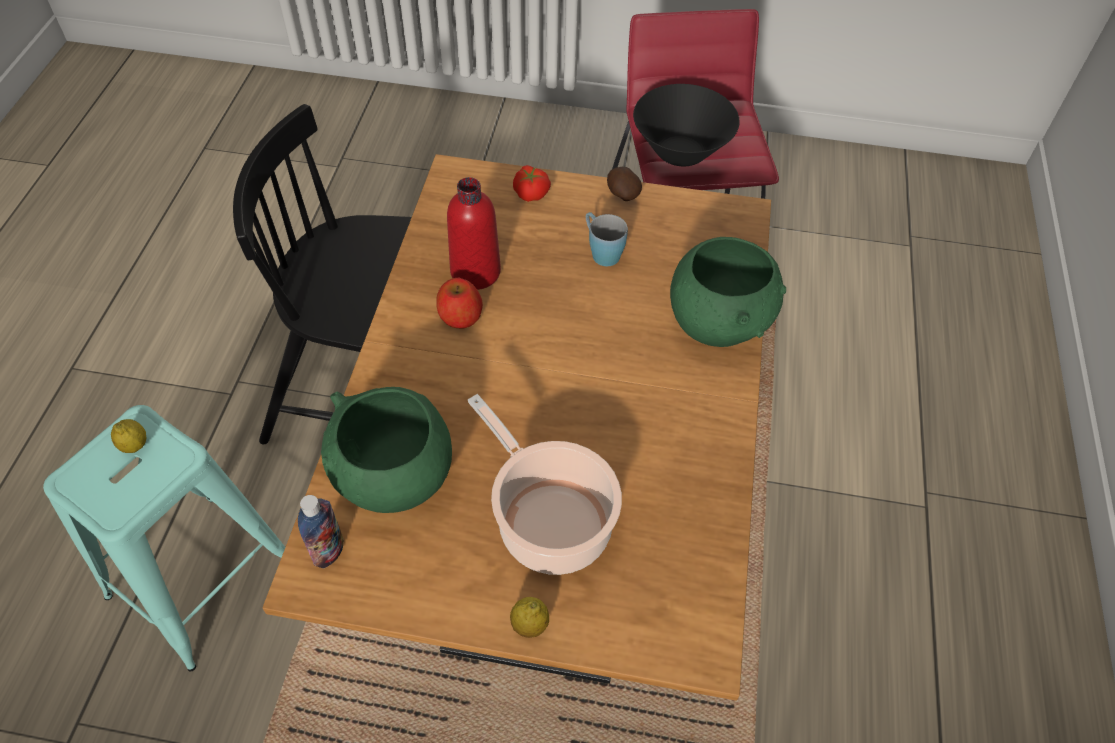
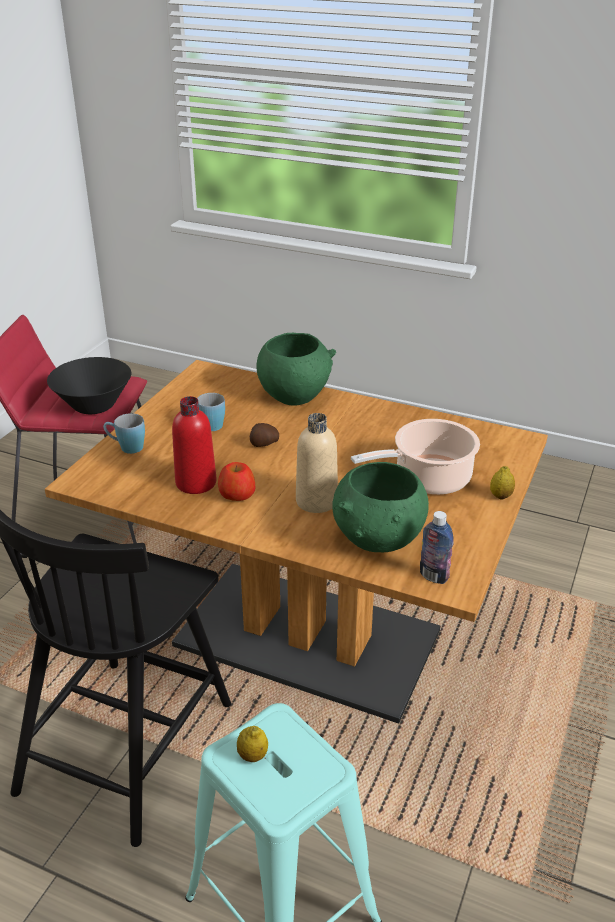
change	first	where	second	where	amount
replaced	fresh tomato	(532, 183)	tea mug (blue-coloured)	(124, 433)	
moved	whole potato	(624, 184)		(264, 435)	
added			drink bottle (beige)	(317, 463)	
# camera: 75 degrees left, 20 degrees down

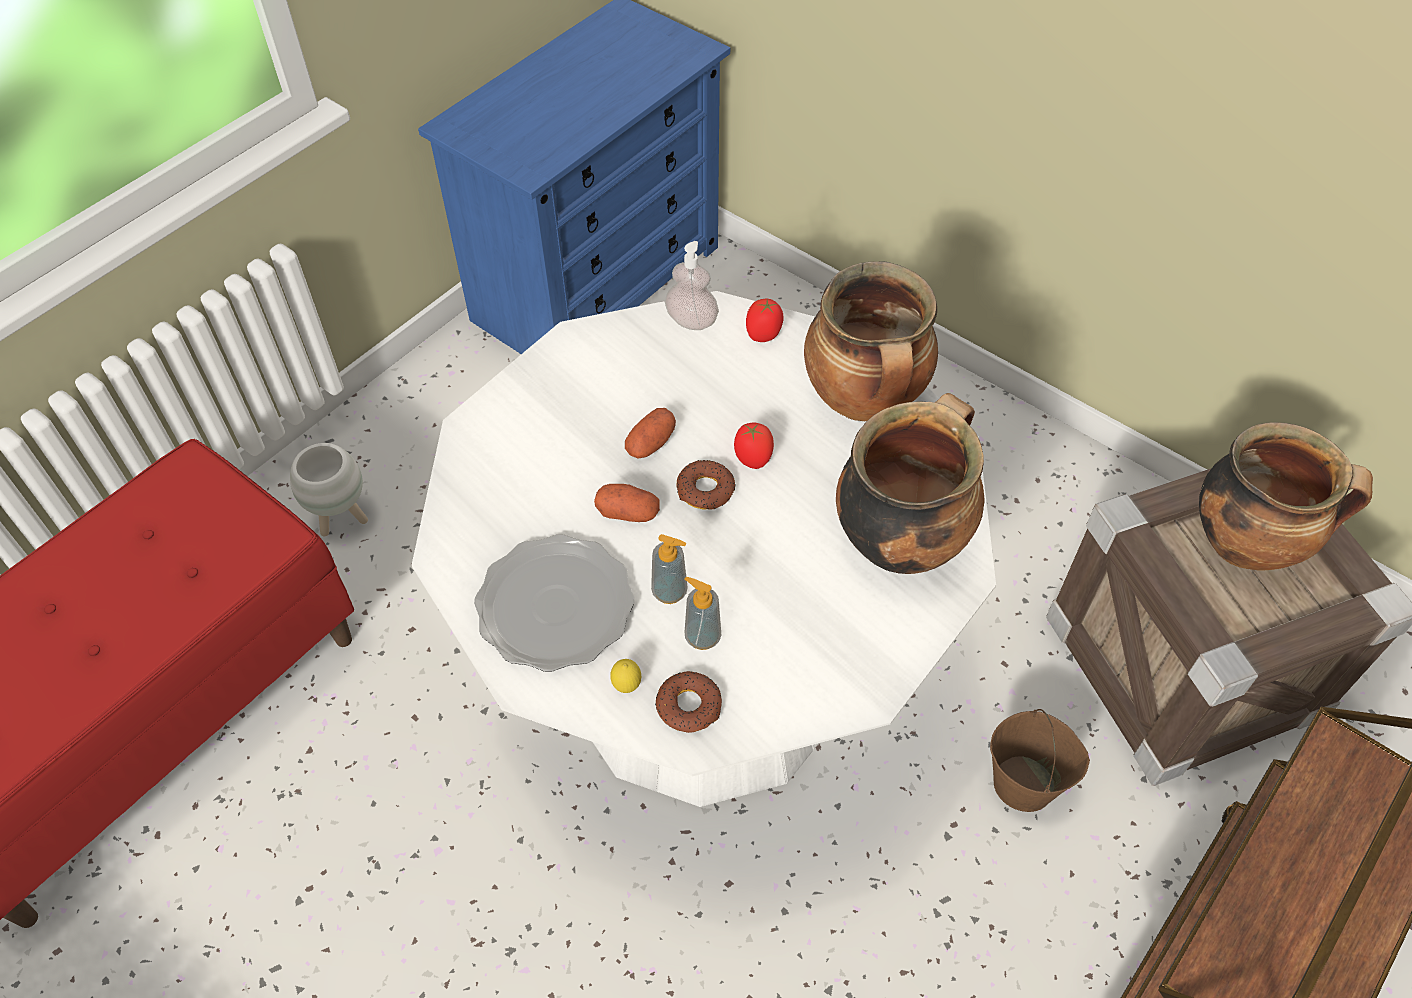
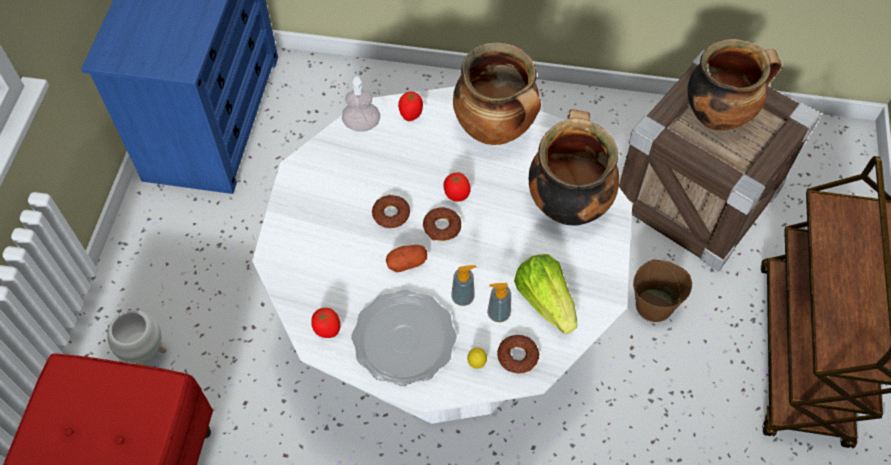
change	first	where	second	where	amount
replaced	whole potato	(650, 433)	doughnut	(391, 211)	
added			lettuce head	(545, 294)	
added			fresh tomato	(325, 323)	
# camera: 30 degrees left, 5 degrees up

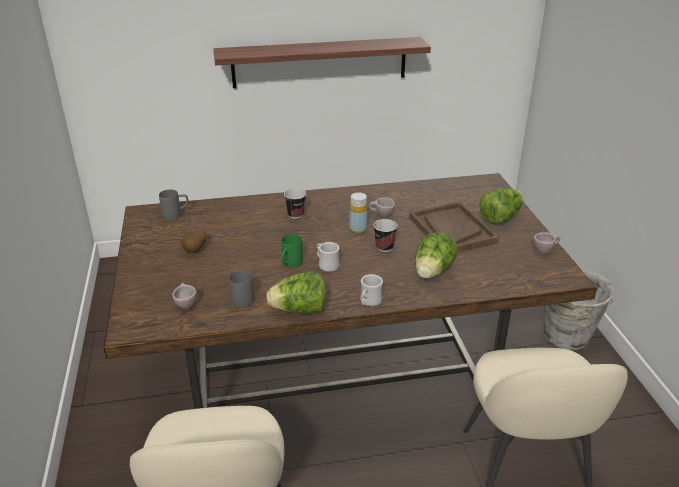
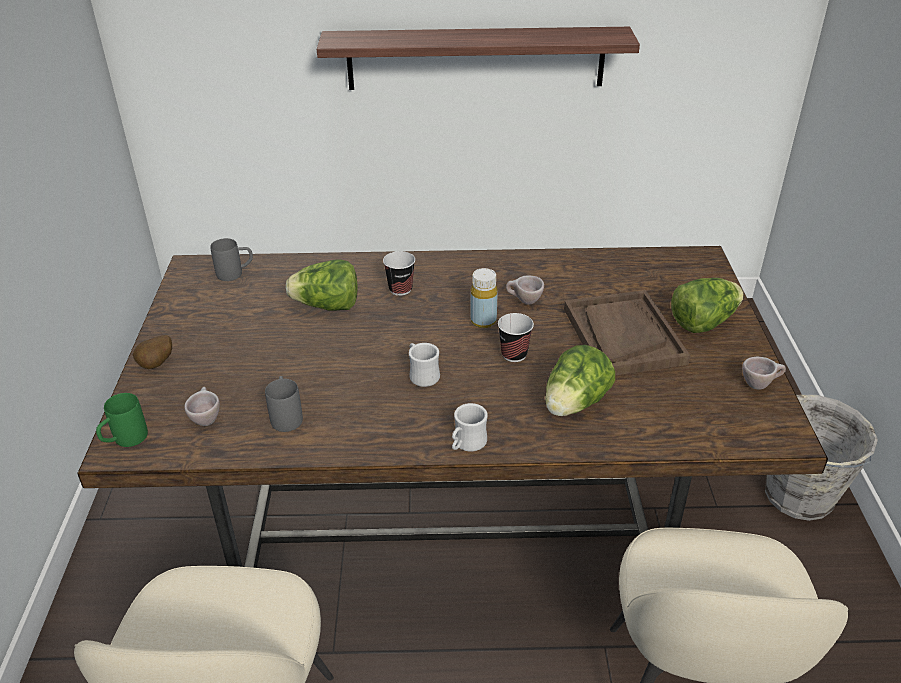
change	first	where	second	where	amount
moved	whole potato	(193, 241)		(152, 352)	
moved	tea mug (greenish)	(292, 251)		(122, 420)	
moved	lettuce head	(296, 292)		(322, 285)	
# camera: 10 degrees right, 5 degrees up

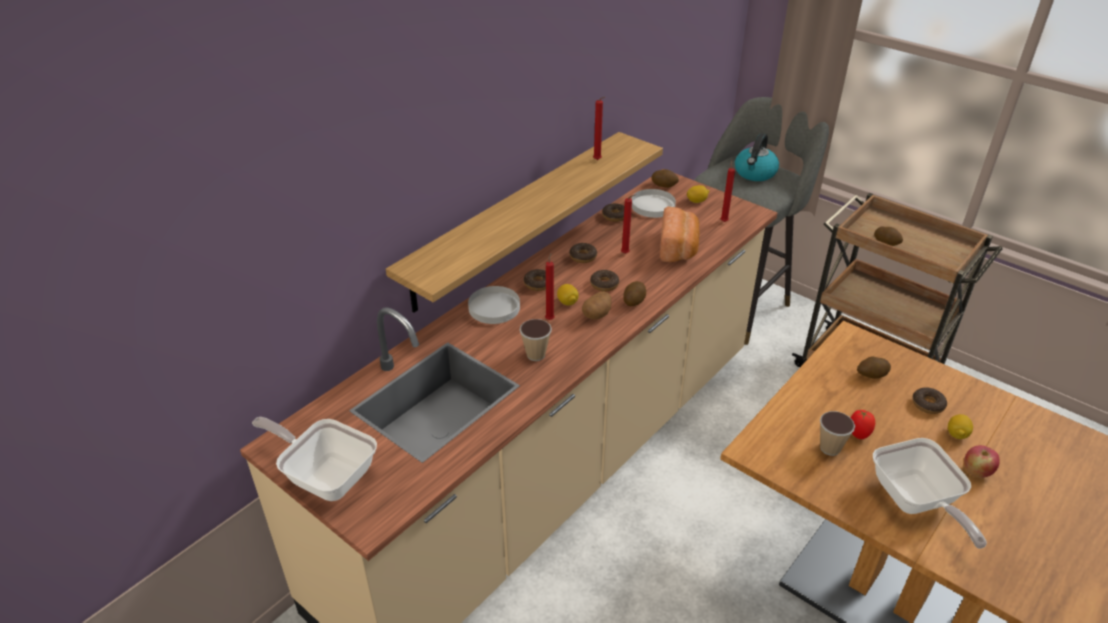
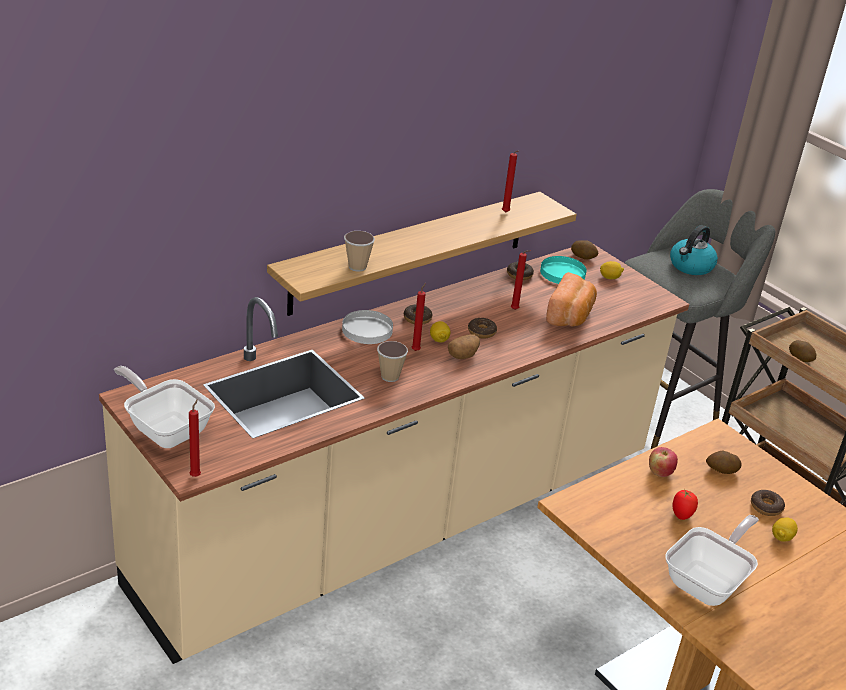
change	first	where	second	where	amount
moved	wax light (red)	(727, 191)		(195, 438)	
recoloured	flat dish (whitish)	(654, 203)	flat dish (turquoise)	(563, 270)	
removed	doughnut	(583, 253)			
removed	whole potato	(635, 293)			
moved	drinking cup	(837, 433)		(359, 251)	
turned	skillet	(930, 493)		(712, 560)	135 degrees counterclockwise
moved	apple fruit	(982, 461)		(663, 462)	
# camera: 10 degrees right, 5 degrees down

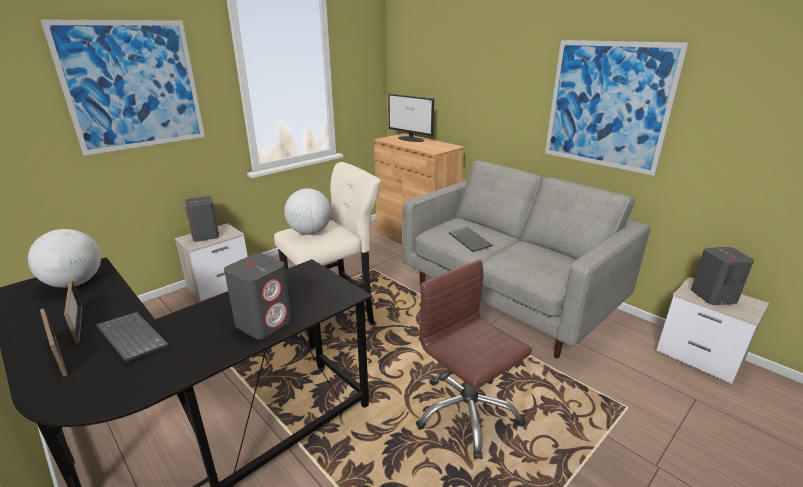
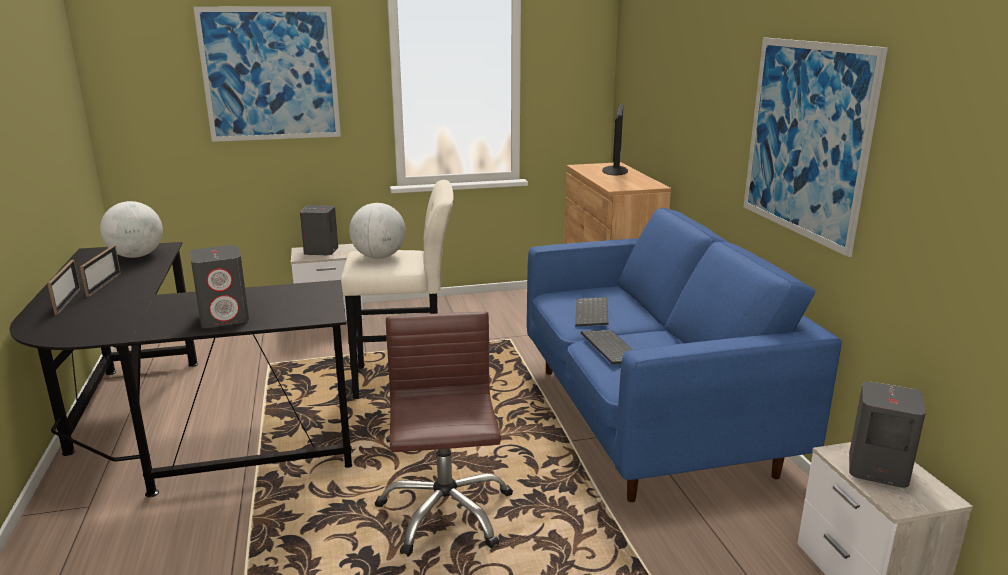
change	first	where	second	where	amount
turned	computer screen	(411, 118)		(615, 139)	150 degrees counterclockwise
recoloured	sofa (greyish)	(526, 260)	sofa (blue-coloured)	(684, 355)	
moved	computer keyboard	(132, 337)		(607, 347)	
# camera: 30 degrees right, 5 degrees down

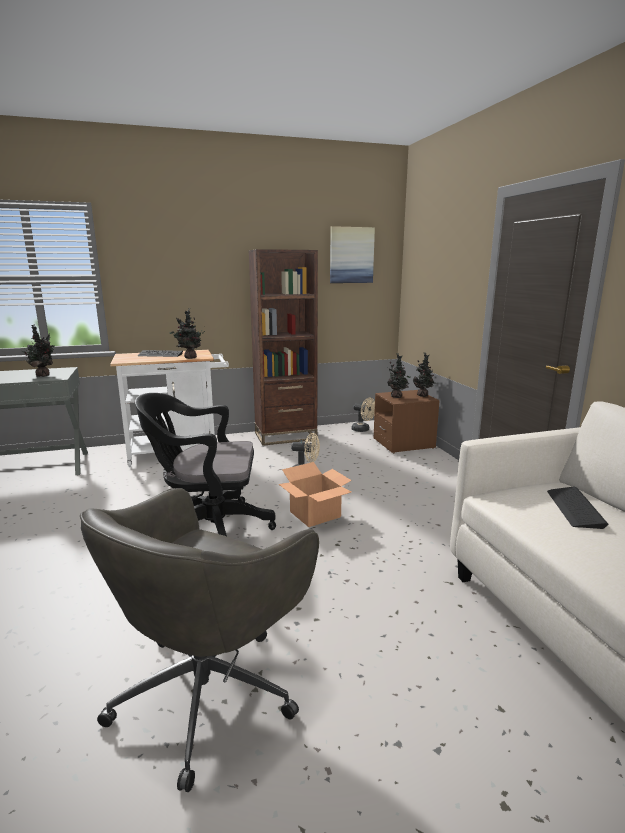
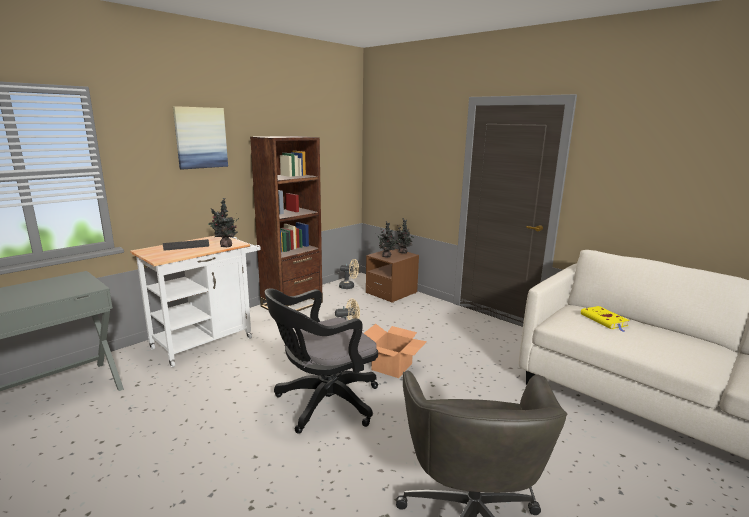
change	first	where	second	where	amount
moved	picture	(352, 254)		(200, 138)	
removed	houseplant	(38, 351)			
replaced	computer keyboard	(578, 508)	volume (yellowish)	(605, 319)	
# camera: 30 degrees left, 0 degrees up

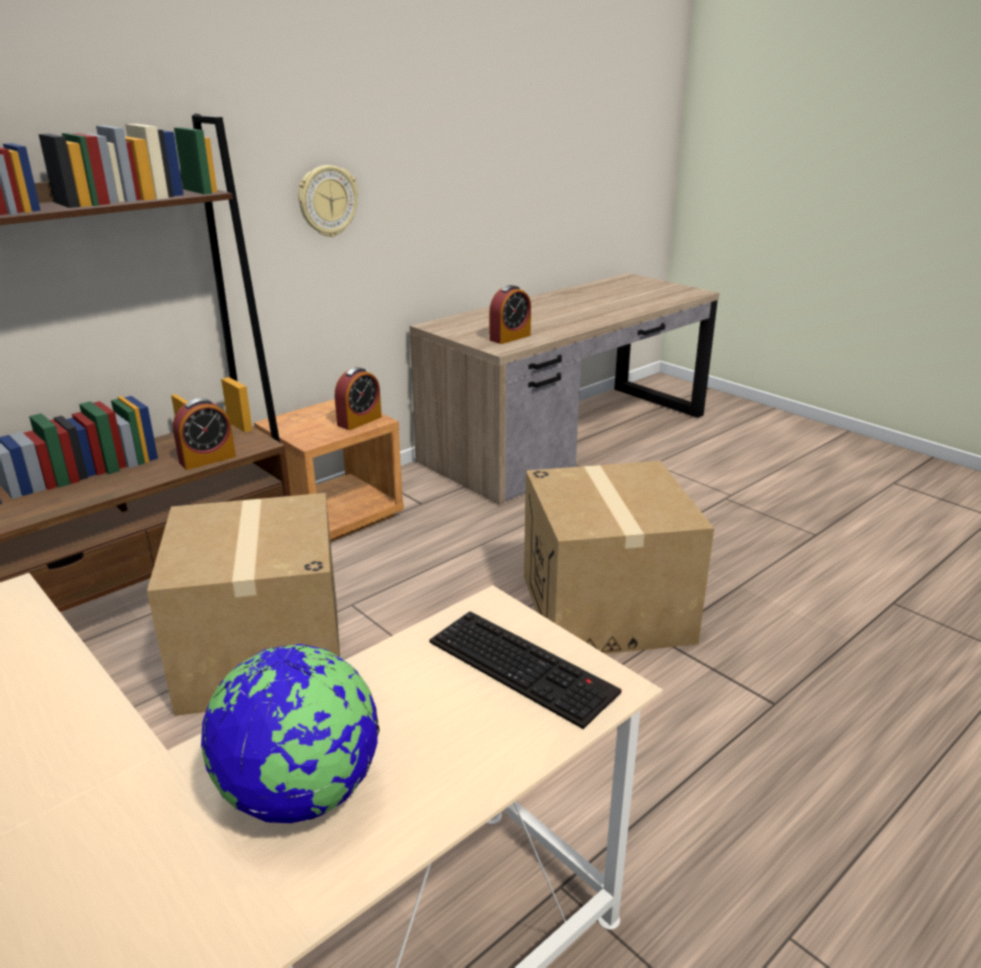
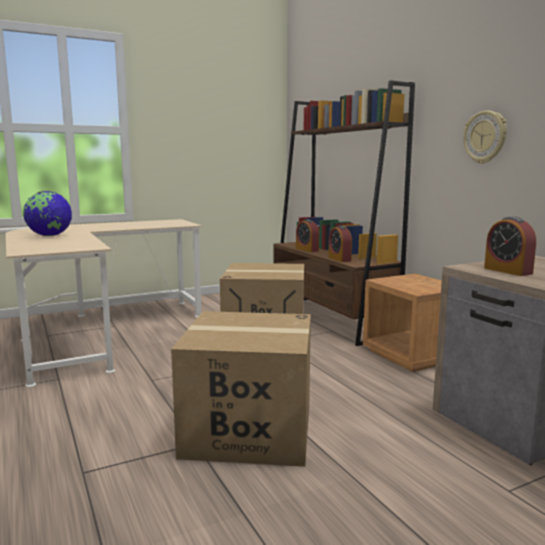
change	first	where	second	where	amount
moved	bedside clock	(358, 398)		(307, 235)	
removed	computer keyboard	(525, 670)			
# camera: 105 degrees right, 15 degrees down

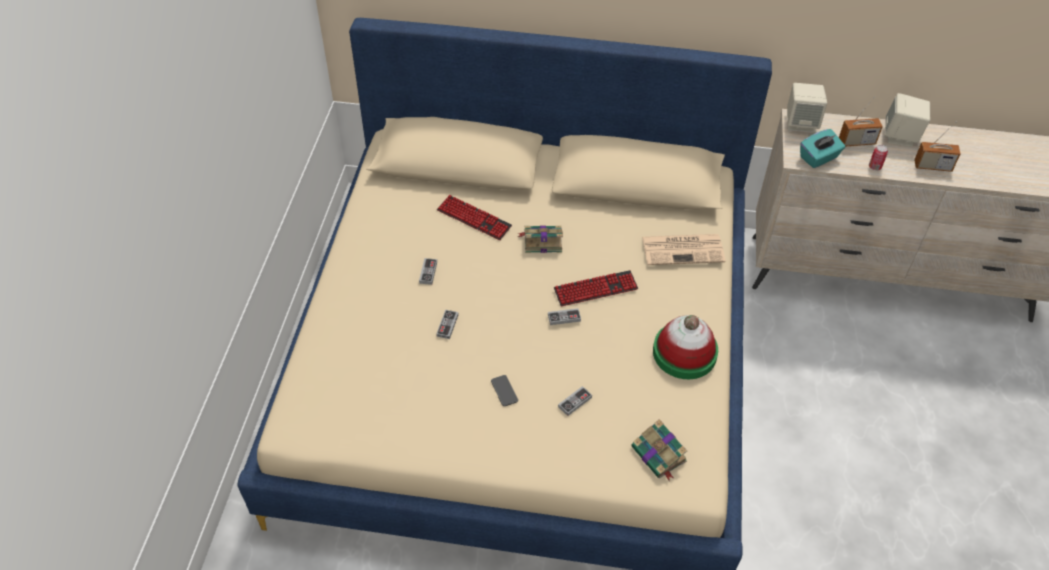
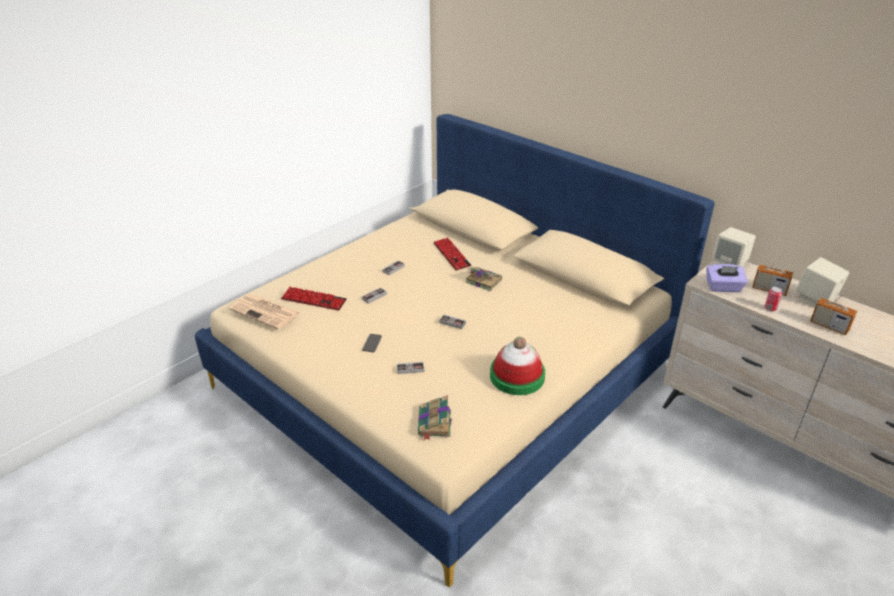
change	first	where	second	where	amount
recoloured	tissue box (turquoise)	(822, 148)	tissue box (purplish)	(727, 278)	
moved	printed paper	(683, 249)		(264, 311)	
moved	computer keyboard	(596, 288)		(314, 299)	
# camera: 35 degrees right, 15 degrees down

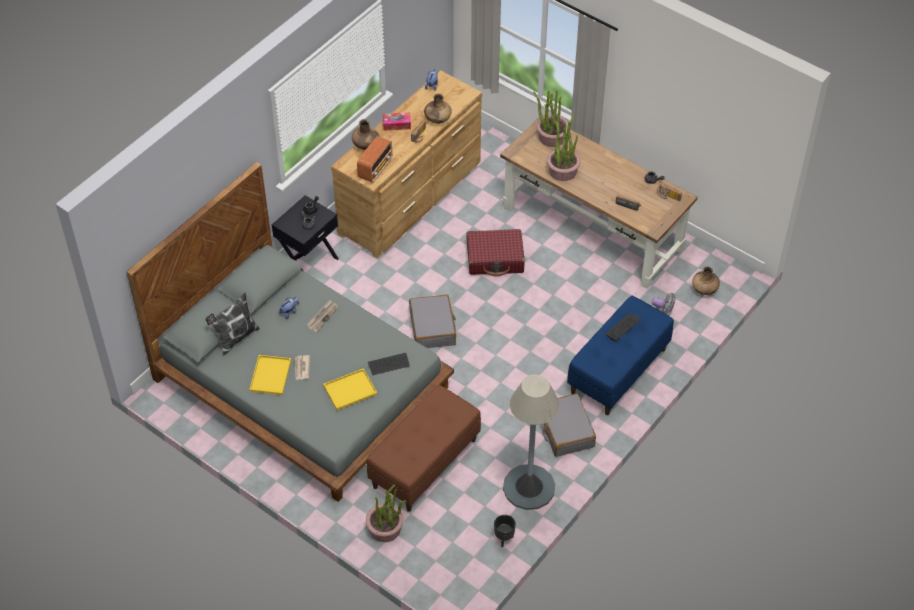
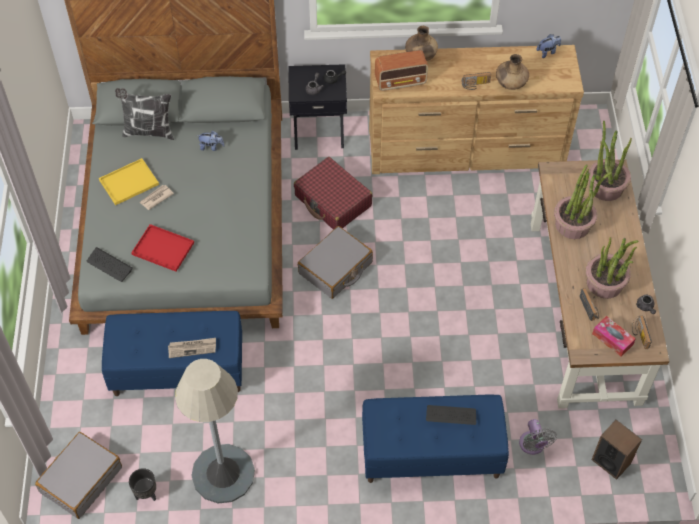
change	first	where	second	where	amount
moved	tissue box	(397, 122)		(614, 336)	
moved	travel case (red)	(496, 252)		(333, 193)	
replaced	decorative vase (brownish)	(706, 281)	loudspeaker	(616, 450)	
moved	printed paper	(323, 315)		(192, 348)	
moved	computer keyboard	(389, 364)		(110, 264)	
recoloured	tray (yellowish)	(350, 389)	tray (red)	(162, 247)	
recoloured	bench (brownish)	(424, 448)	bench (blue-coloured)	(172, 353)	
moved	travel case (greyish)	(568, 425)		(78, 475)	
moved	houseplant	(386, 513)		(612, 268)	
# camera: 50 degrees right, 5 degrees up

